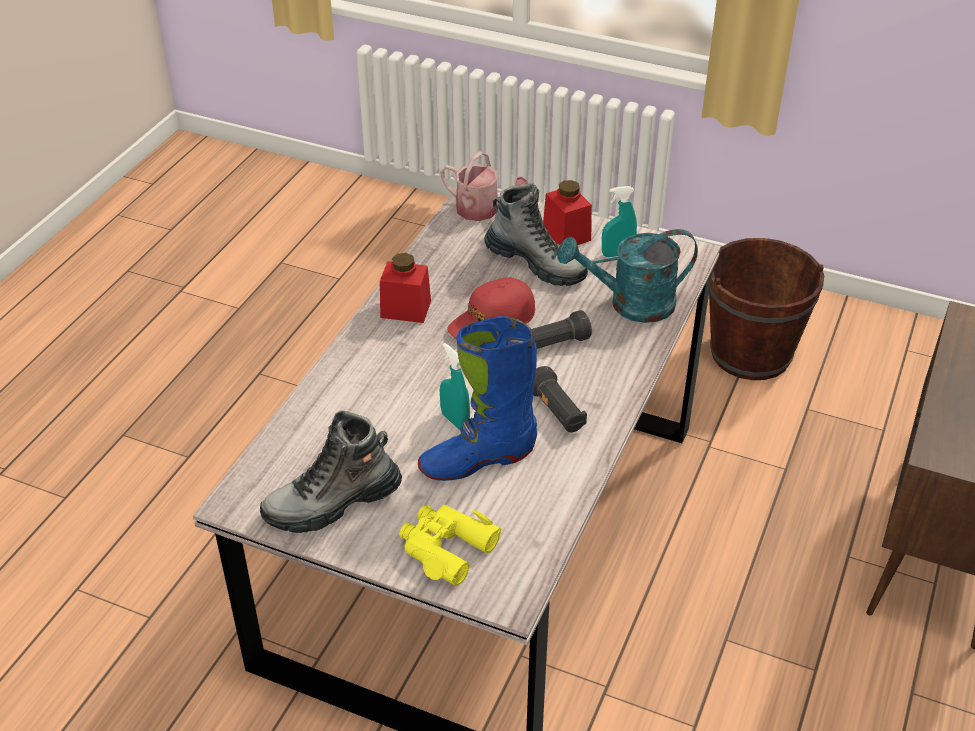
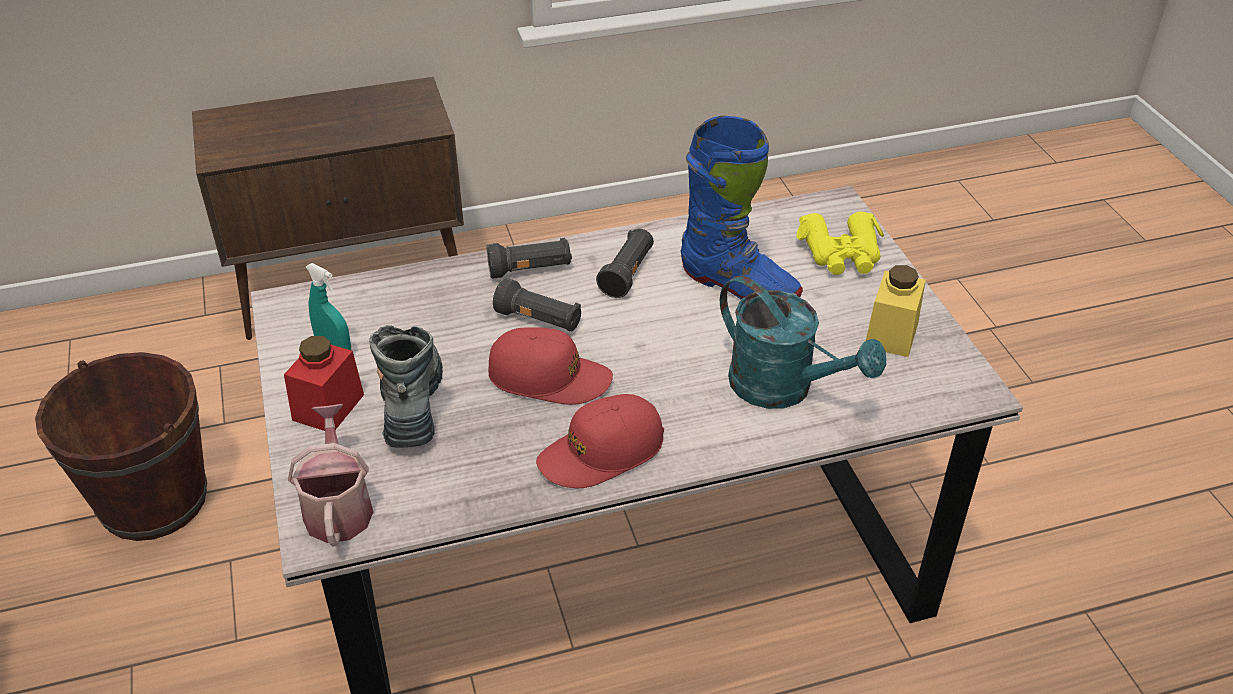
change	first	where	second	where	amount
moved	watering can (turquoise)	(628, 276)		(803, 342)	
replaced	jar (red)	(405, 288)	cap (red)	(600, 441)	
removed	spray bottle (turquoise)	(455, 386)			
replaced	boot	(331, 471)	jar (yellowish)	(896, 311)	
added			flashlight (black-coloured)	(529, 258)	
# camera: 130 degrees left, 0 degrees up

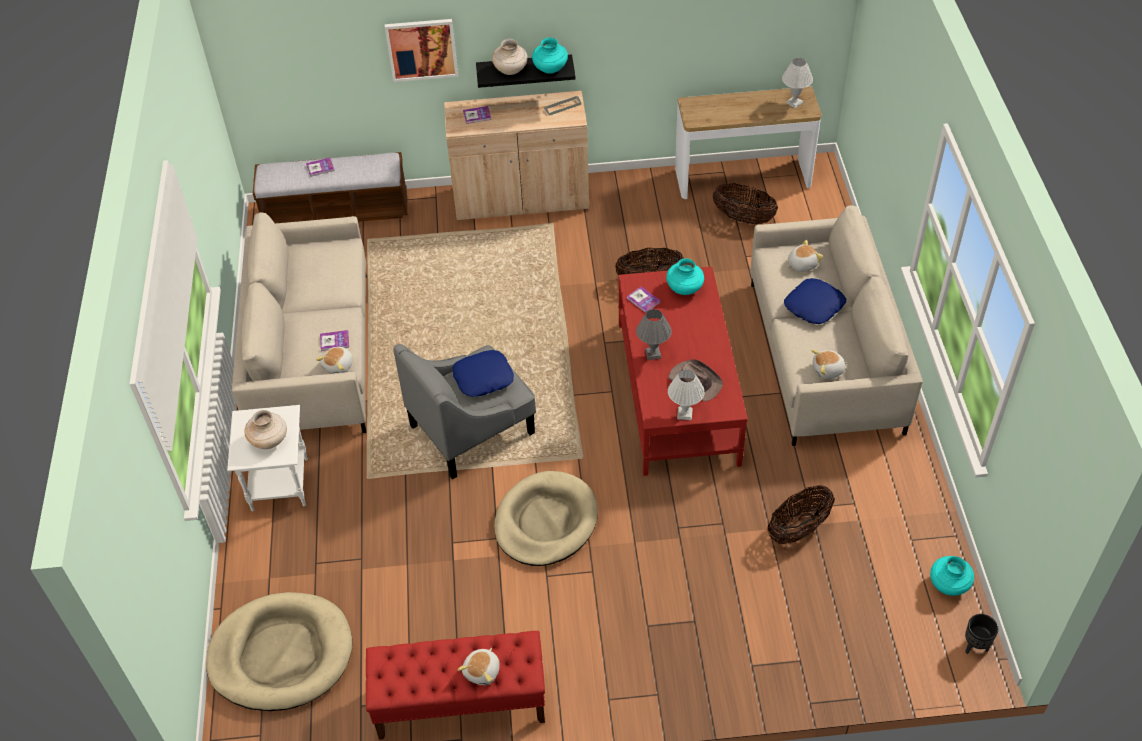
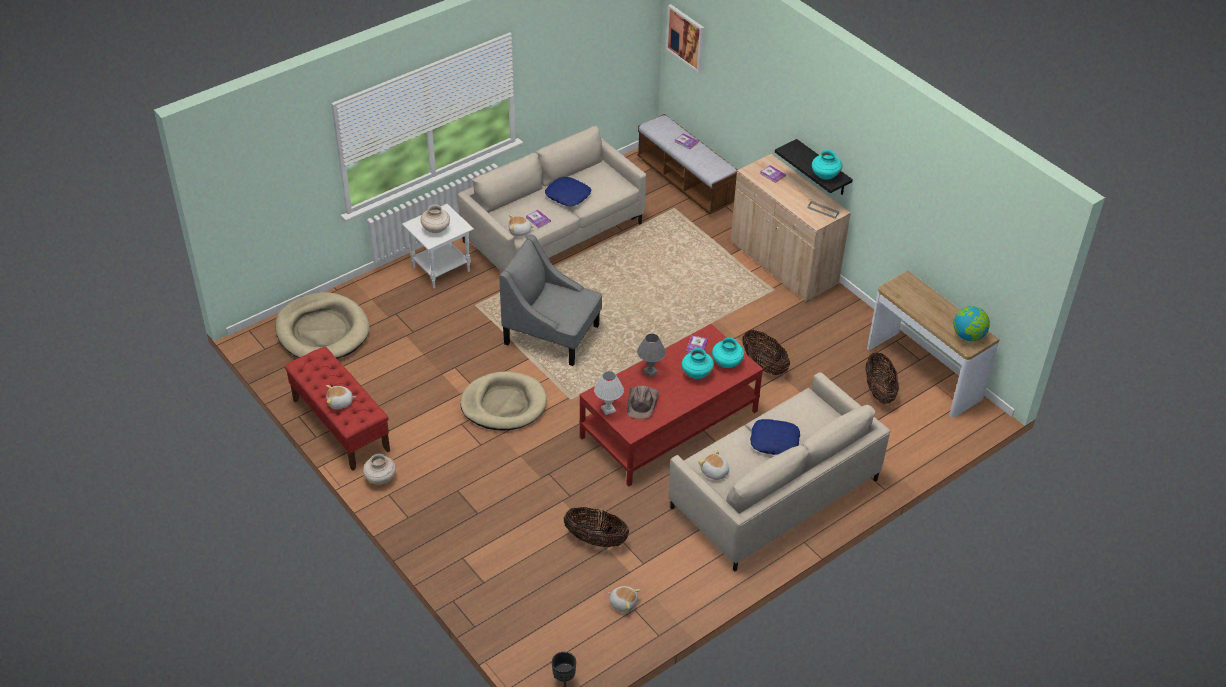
change	first	where	second	where	amount
moved	picture	(421, 50)		(685, 38)	
moved	decorative vase (beige)	(510, 57)		(379, 469)	
replaced	tabletop lamp (whitish)	(797, 83)	globe	(972, 323)	
moved	cuddly toy	(805, 256)		(624, 599)	
moved	cushion (blue-coloured)	(483, 373)		(568, 191)	
moved	decorative vase (turquoise)	(952, 576)		(698, 363)	
# camera: 55 degrees right, 5 degrees down

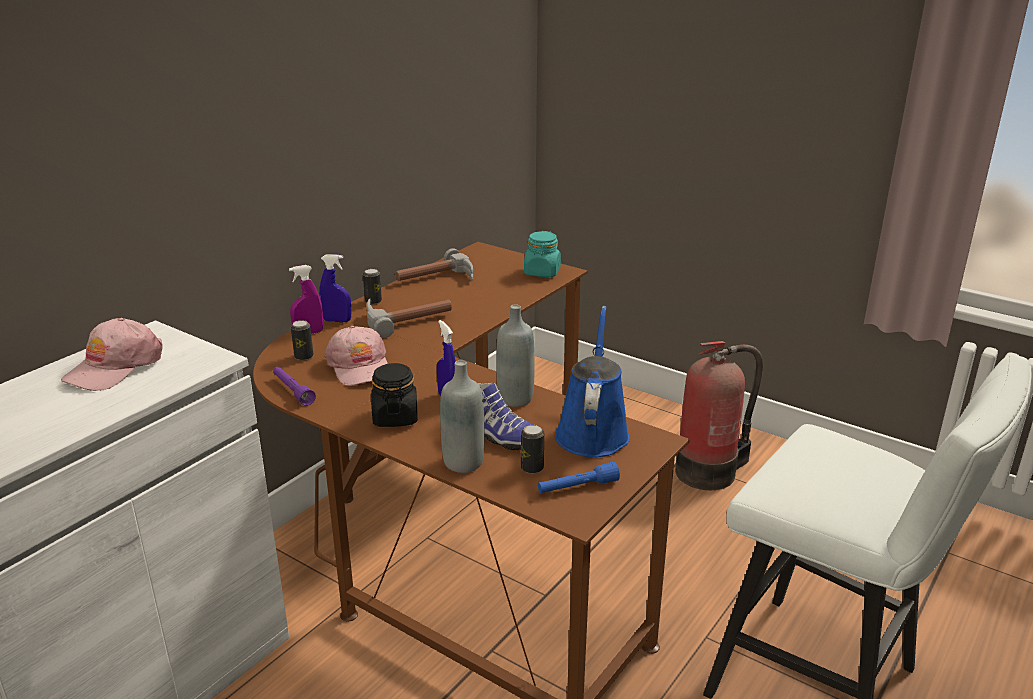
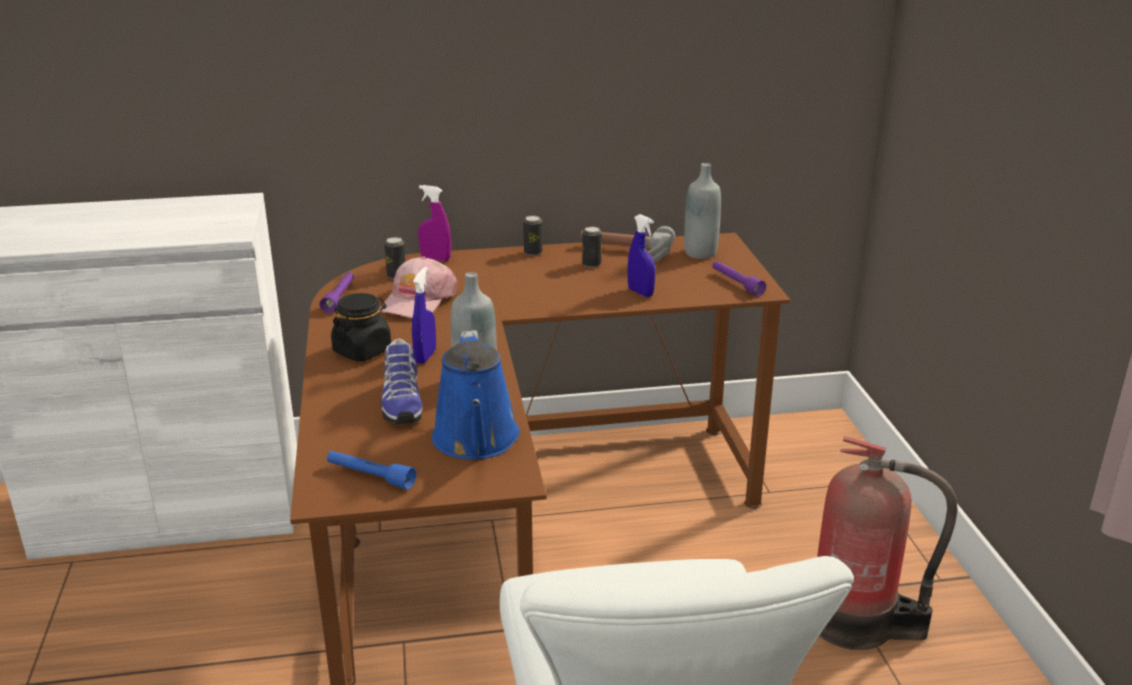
change	first	where	second	where	amount
replaced	jar (turquoise)	(542, 254)	flashlight (purplish)	(739, 278)	
moved	spray bottle (blue-coloured)	(335, 288)		(642, 255)	
removed	tool hammer	(409, 318)			
turned	watering can (blue-coloured)	(592, 381)		(476, 394)	120 degrees clockwise
removed	cap (pink-coloured)	(112, 354)			
moved	drink bottle (greyish)	(462, 416)		(702, 211)	
moved	metal can	(532, 449)		(592, 247)	
# camera: 45 degrees right, 0 degrees up

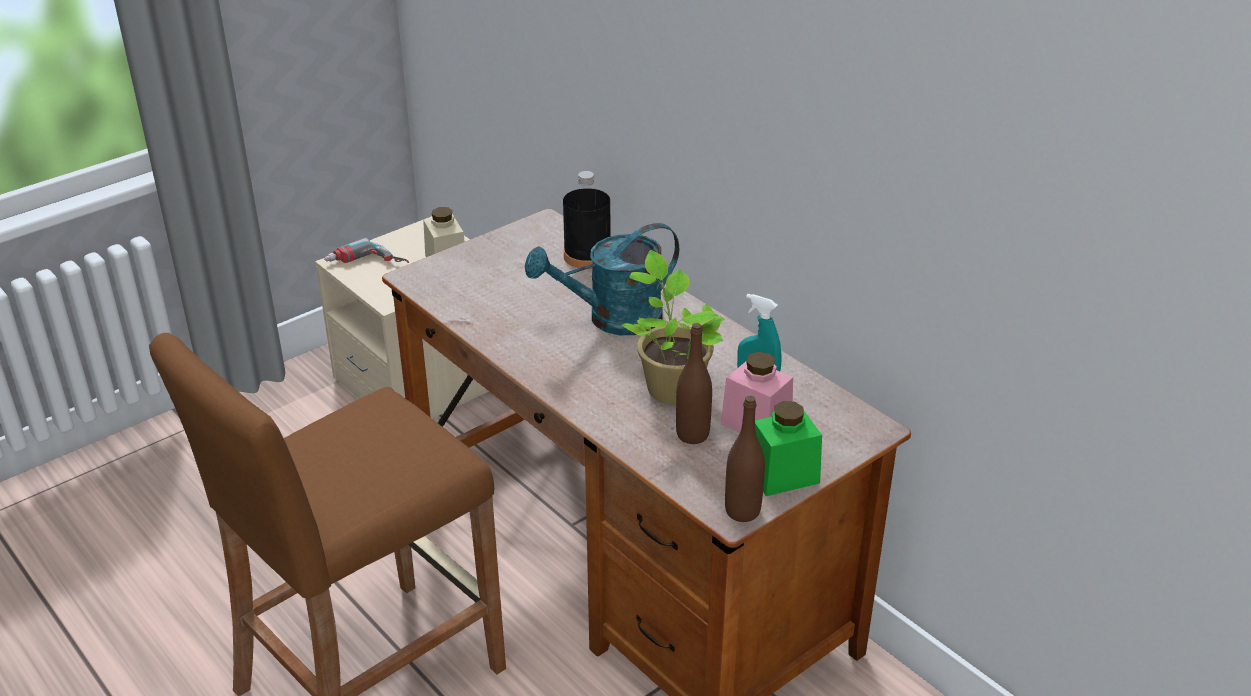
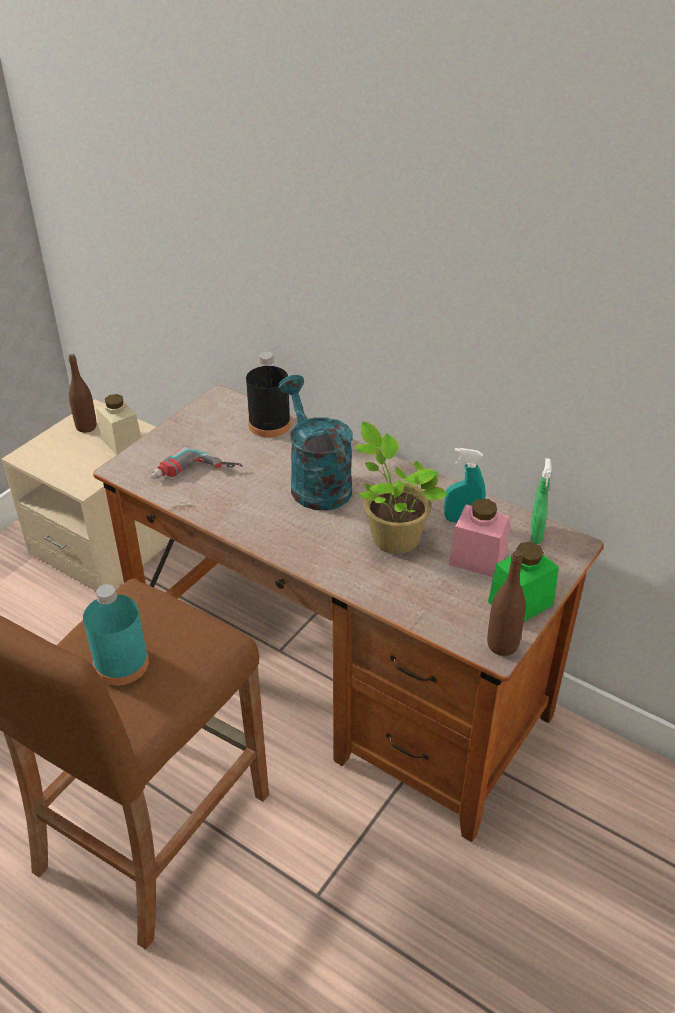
change	first	where	second	where	amount
turned	watering can (turquoise)	(602, 279)		(315, 442)	105 degrees clockwise
moved	electric drill	(366, 250)		(197, 462)	
moved	drink bottle (brownish)	(694, 383)		(83, 393)	
added			spray bottle (greenish)	(541, 501)	
added			drink bottle (turquoise)	(116, 634)	
# camera: 15 degrees left, 5 degrees up

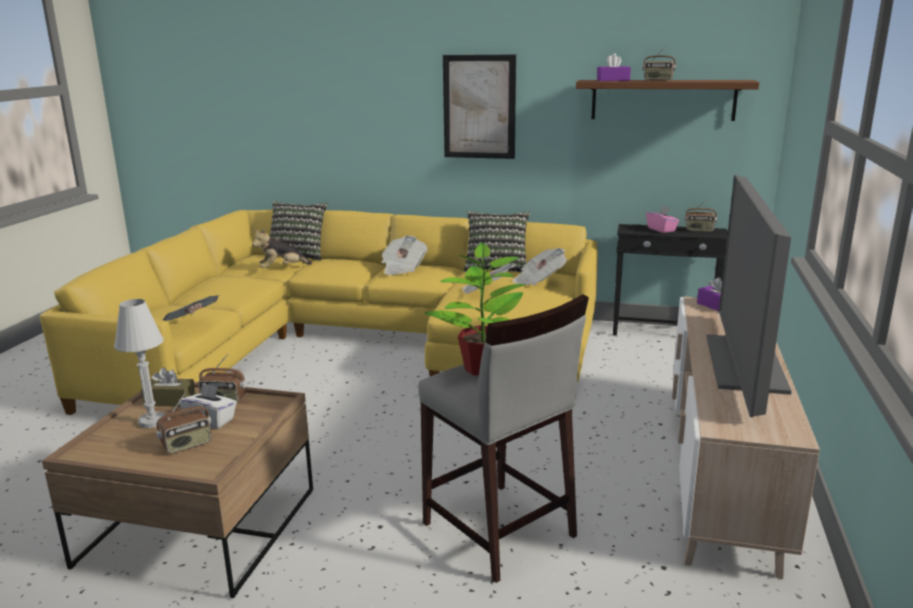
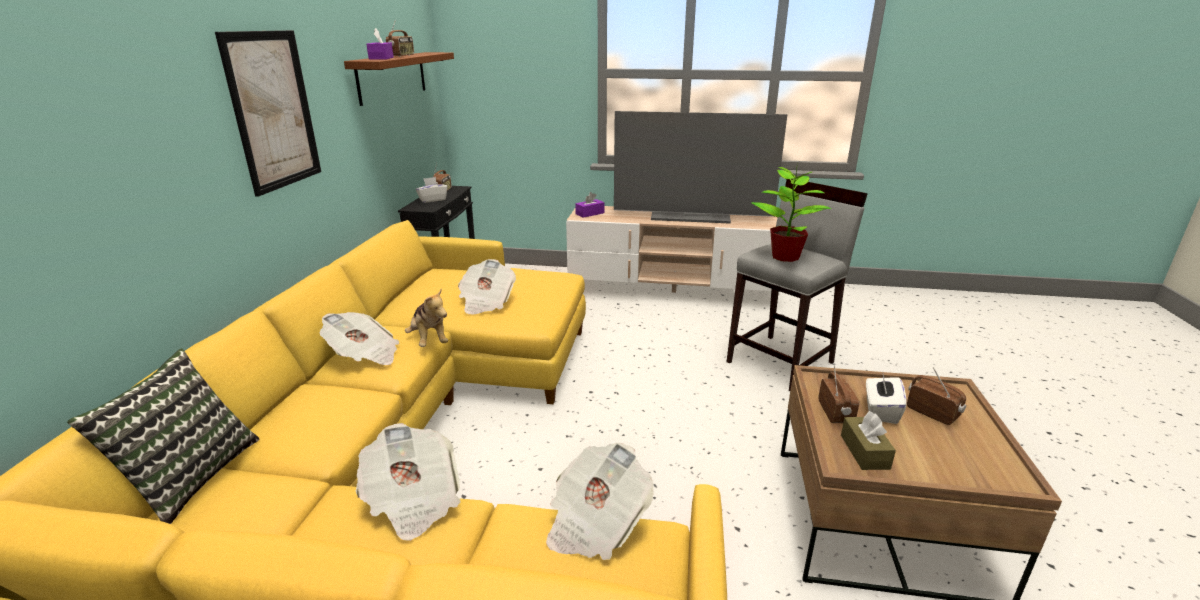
change	first	where	second	where	amount
recoloured	tissue box (pink-coloured)	(662, 219)	tissue box (whitish)	(431, 190)	
removed	cushion	(497, 242)			
moved	cuddly toy	(282, 248)		(426, 318)	
moved	printed paper	(540, 267)		(408, 482)	
removed	tabletop lamp (whitish)	(139, 363)			
# camera: 95 degrees left, 5 degrees up

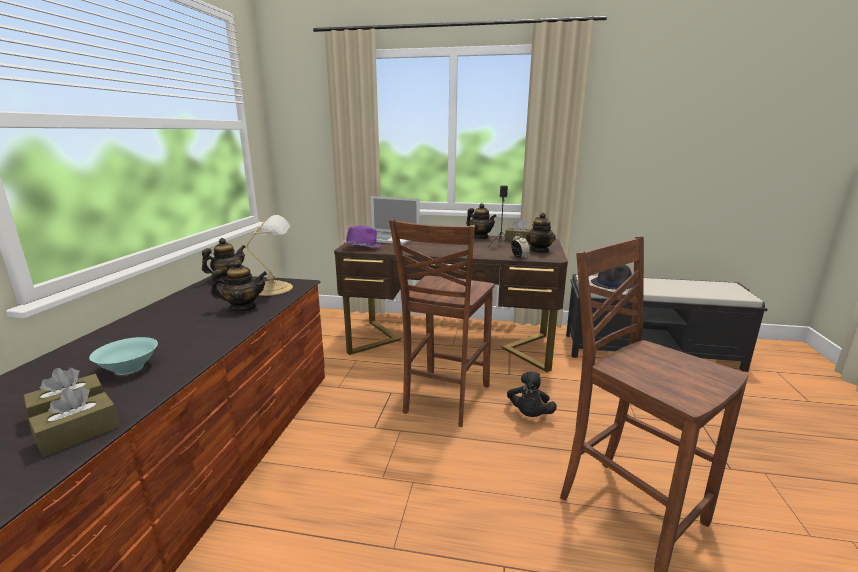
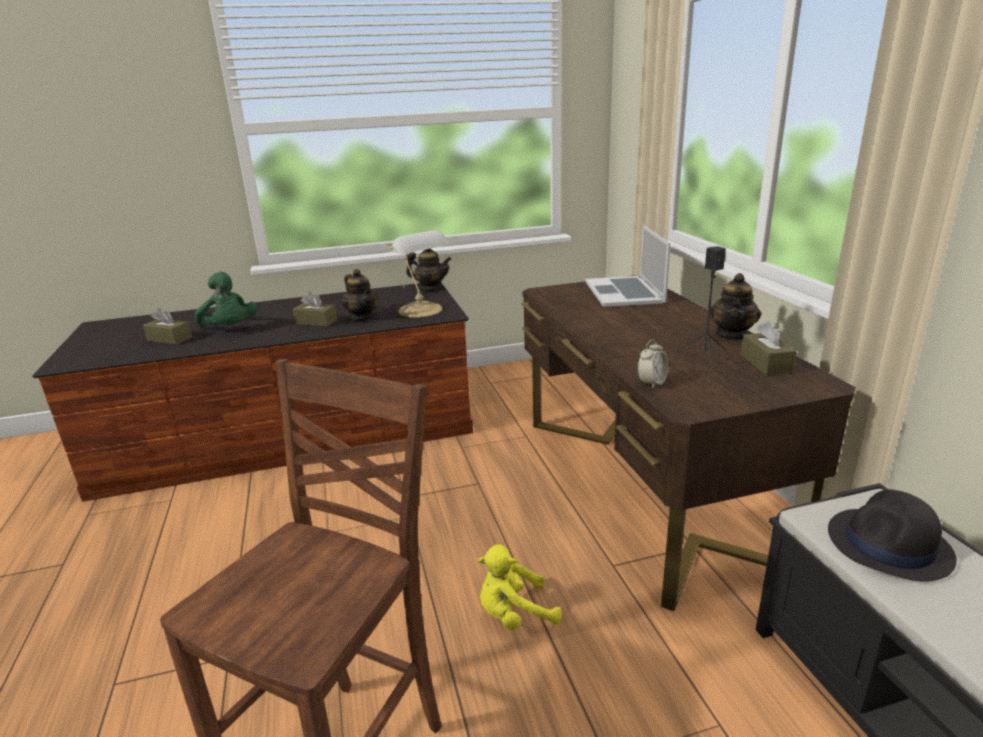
change	first	where	second	where	amount
removed	pot for tea	(541, 233)			
removed	chair (brownish)	(441, 323)			
removed	hat (purplish)	(362, 237)			
replaced	deep dish (turquoise)	(123, 356)	cuddly toy (greenish)	(225, 300)	
recoloured	cuddly toy (black-coloured)	(532, 394)	cuddly toy (yellowish)	(520, 587)	
moved	tissue box (brownish)	(74, 422)		(315, 309)	
# camera: 65 degrees right, 5 degrees up

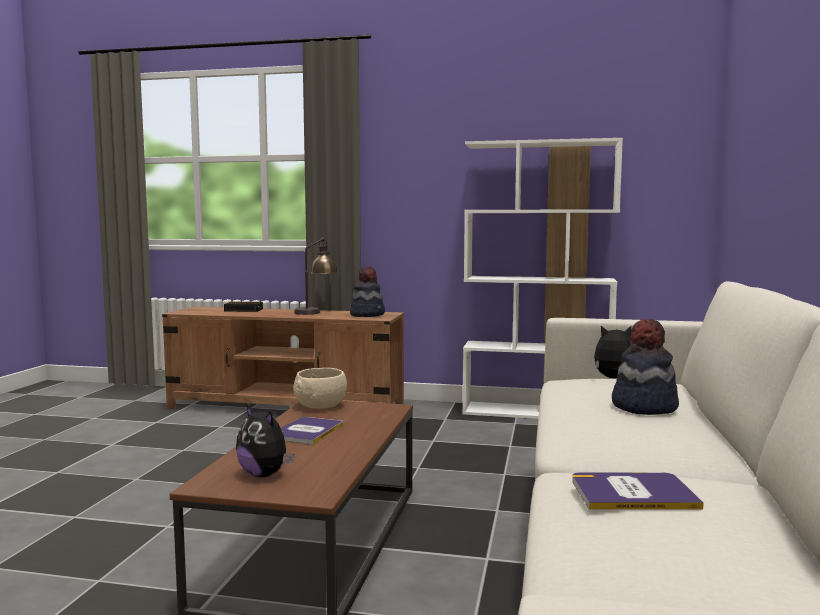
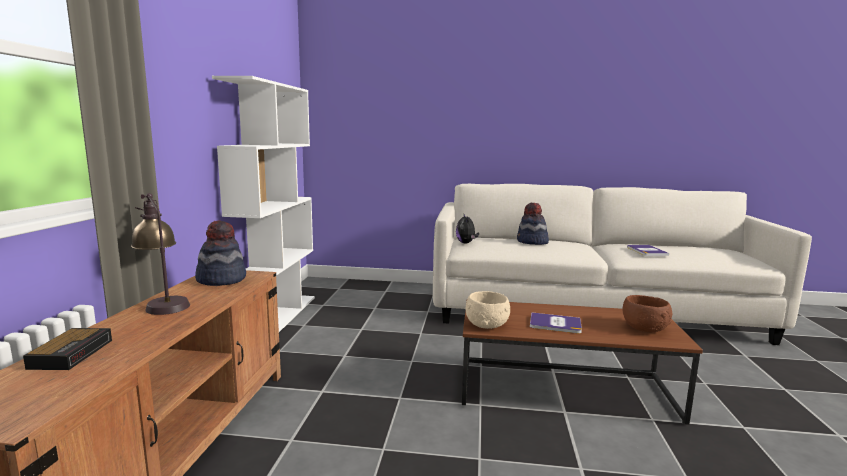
change	first	where	second	where	amount
replaced	cuddly toy	(265, 440)	deep dish (brownish)	(647, 313)	
# camera: 95 degrees left, 5 degrees up

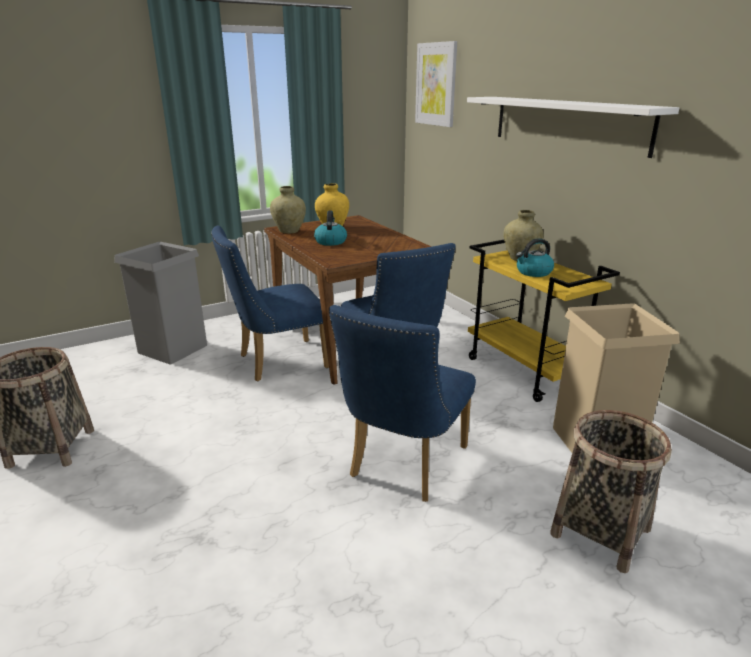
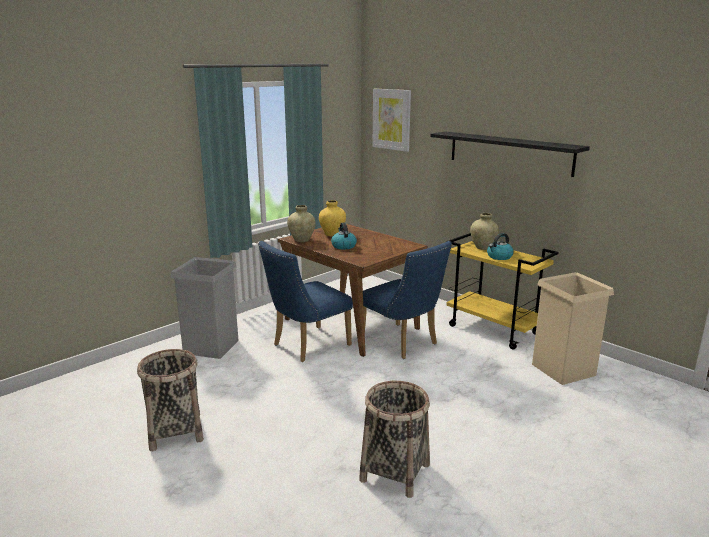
change	first	where	second	where	amount
recoloured	bracket shelf (whitish)	(573, 127)	bracket shelf (black-coloured)	(510, 154)	
removed	chair (blue-coloured)	(402, 403)			
moved	household basket	(611, 491)		(394, 439)	
# camera: 15 degrees left, 5 degrees down

